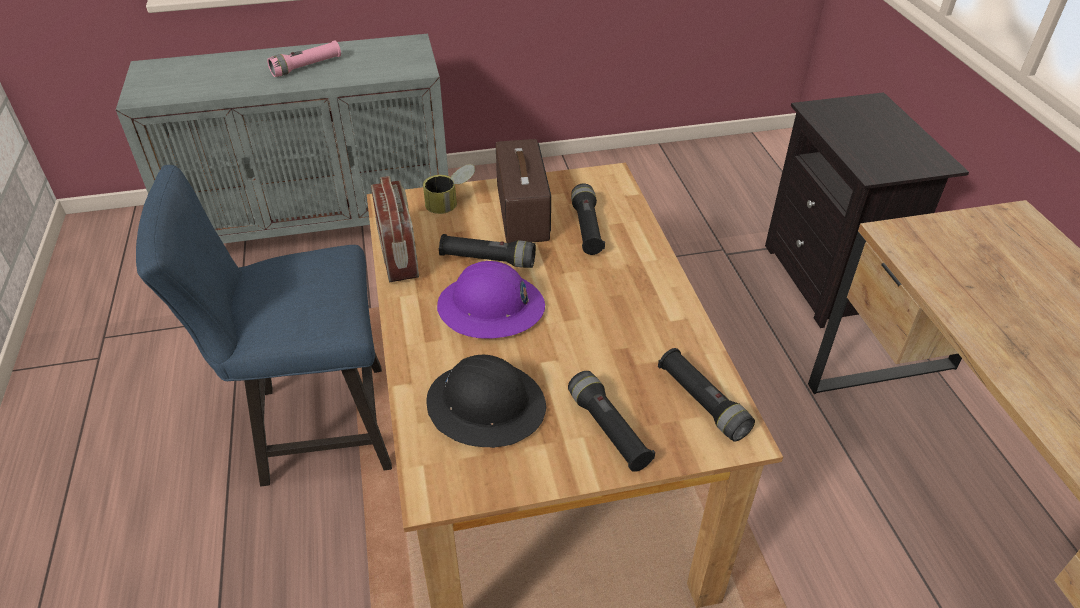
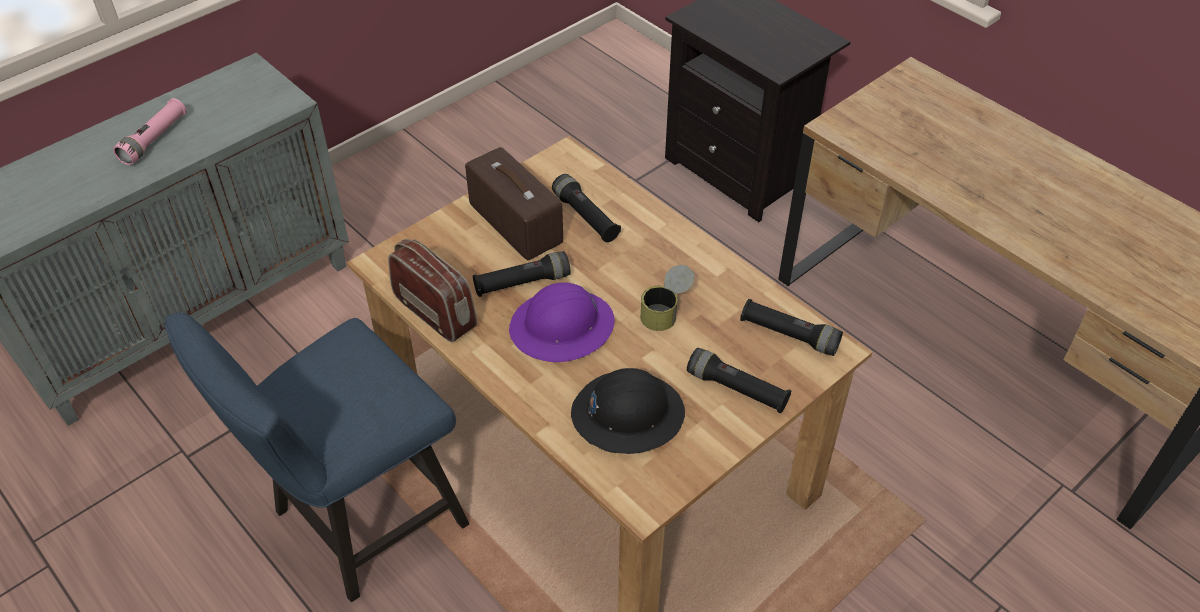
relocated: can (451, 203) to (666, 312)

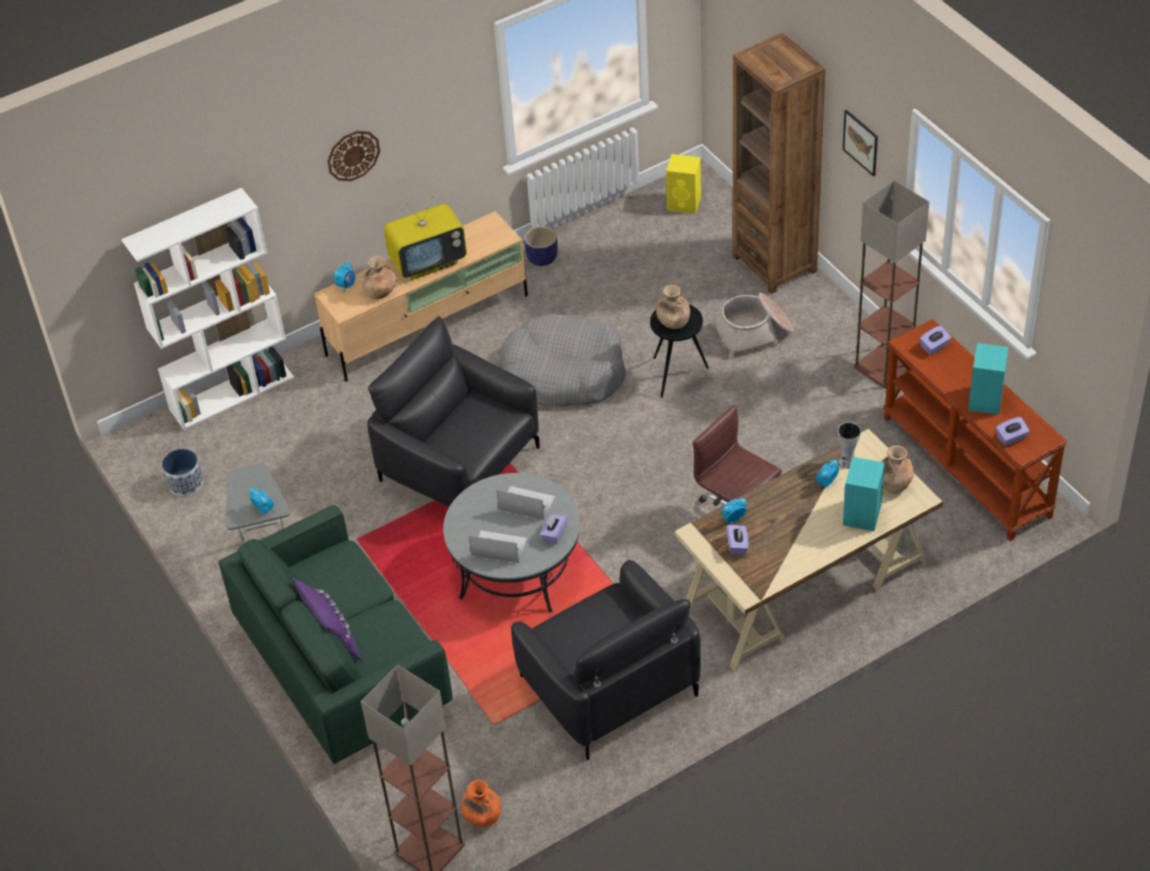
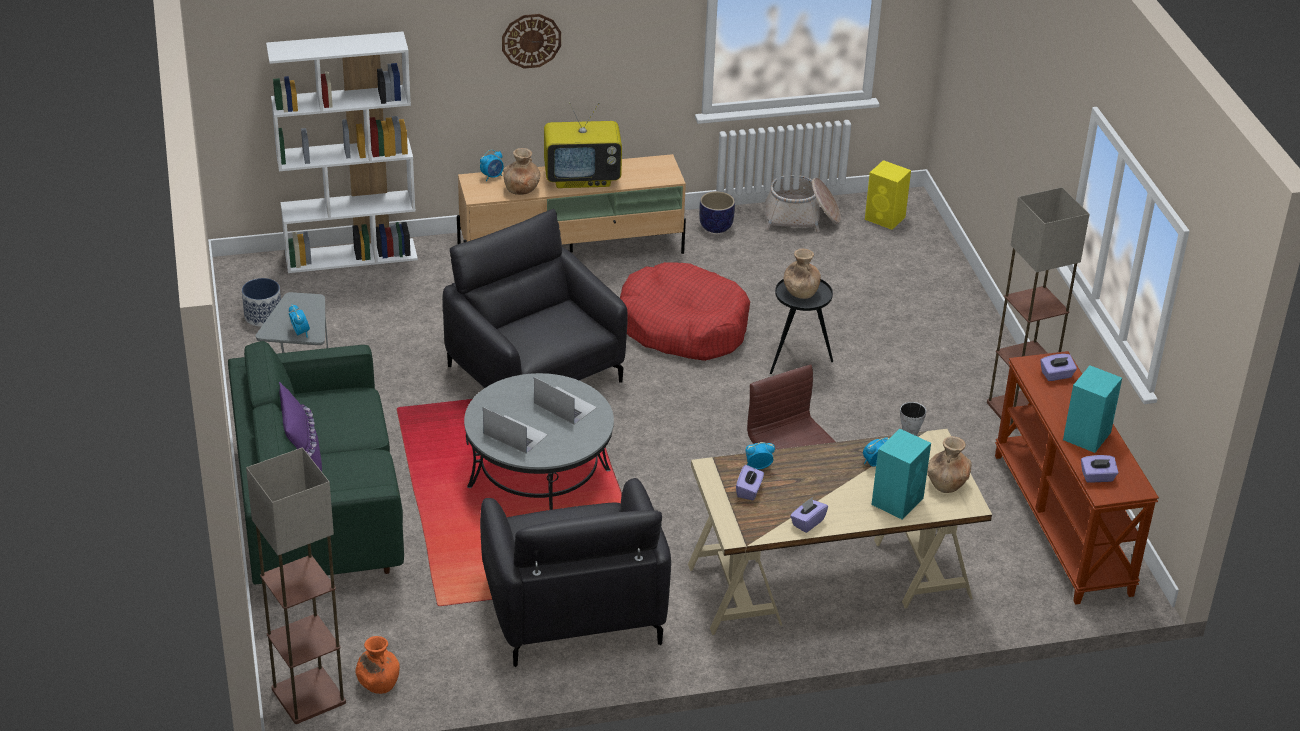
missing: brown bookcase (774, 264); picture (860, 142)
relocated: purple tissue box (554, 534) to (807, 522); basket (754, 333) to (801, 217)
colour: grey dog bed (563, 373) to red dog bed (683, 326)

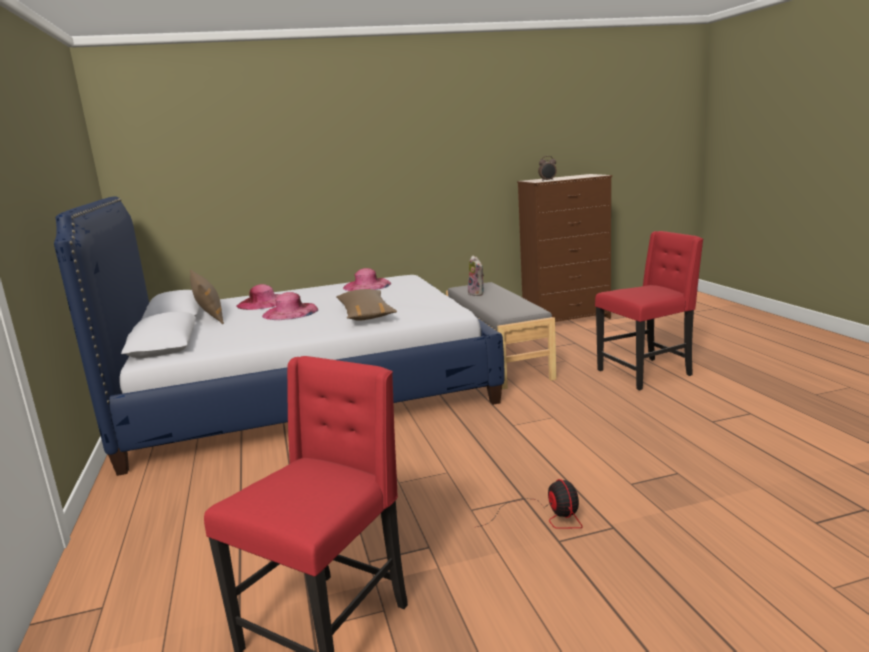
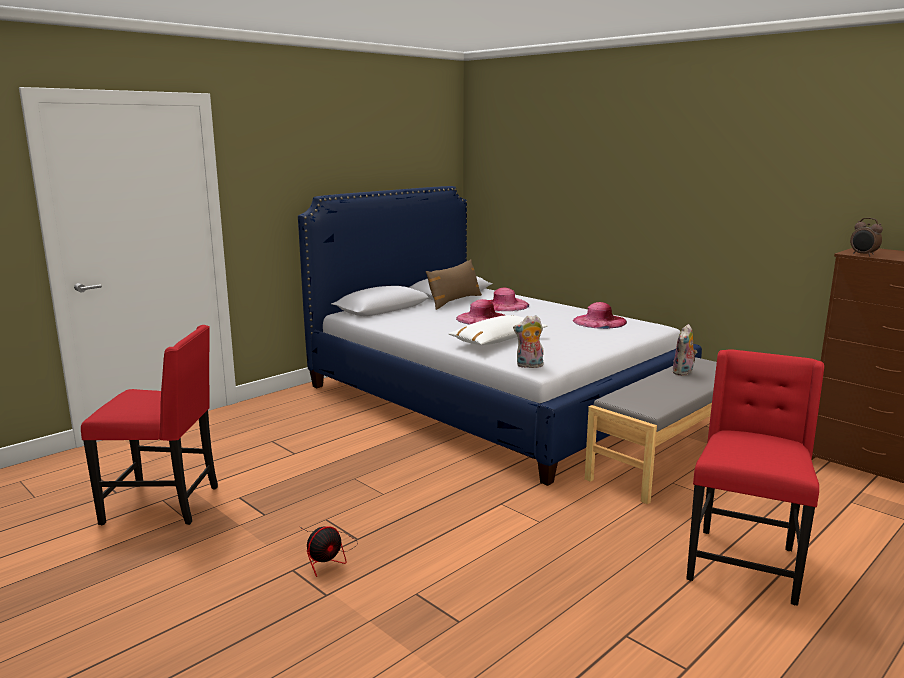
appeared: plush toy (529, 366)
colour: brown pillow (365, 314) to white pillow (497, 340)
spun: red chair (646, 373) = (743, 563) 105 degrees counterclockwise

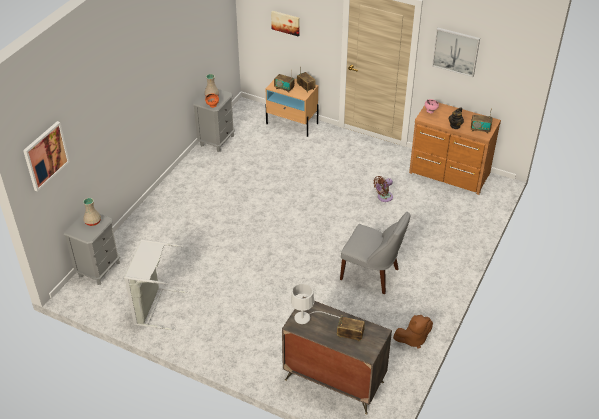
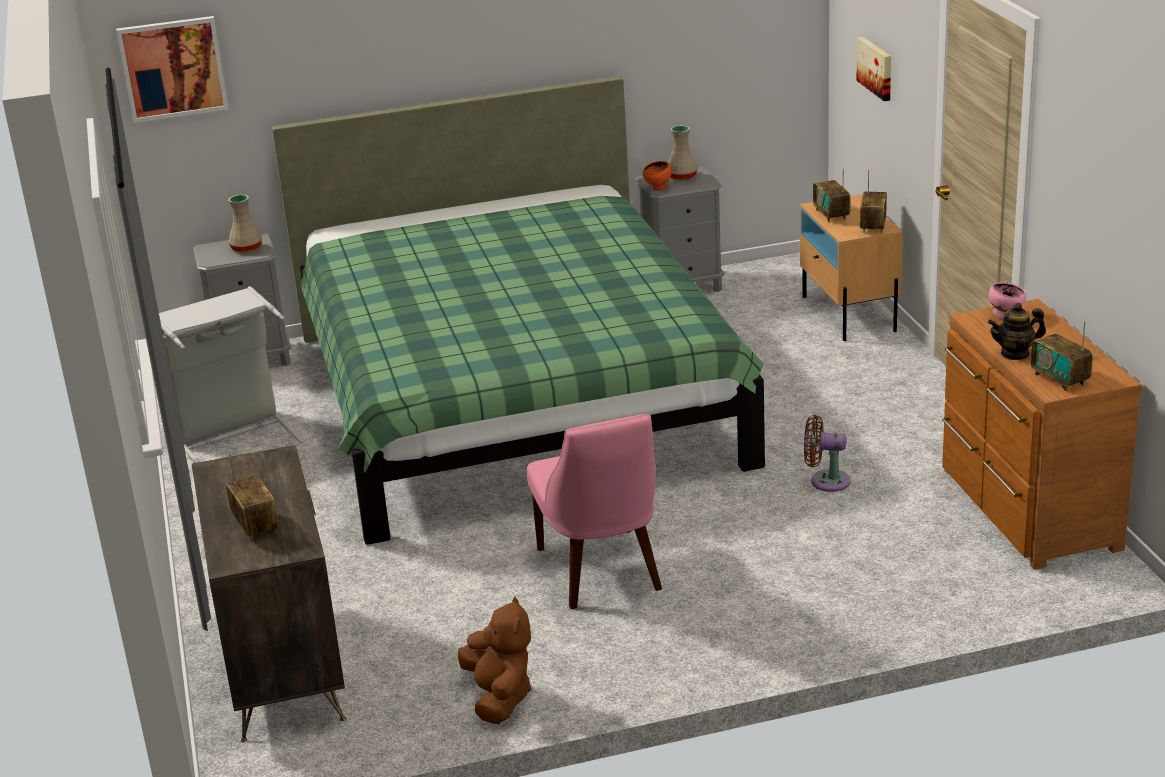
missing: white table lamp (307, 318); picture (456, 51)
appeared: green bed (513, 399)
colour: grey chair (372, 275) to pink chair (601, 572)
spun: brown plush toy (413, 339) = (499, 697) 135 degrees counterclockwise

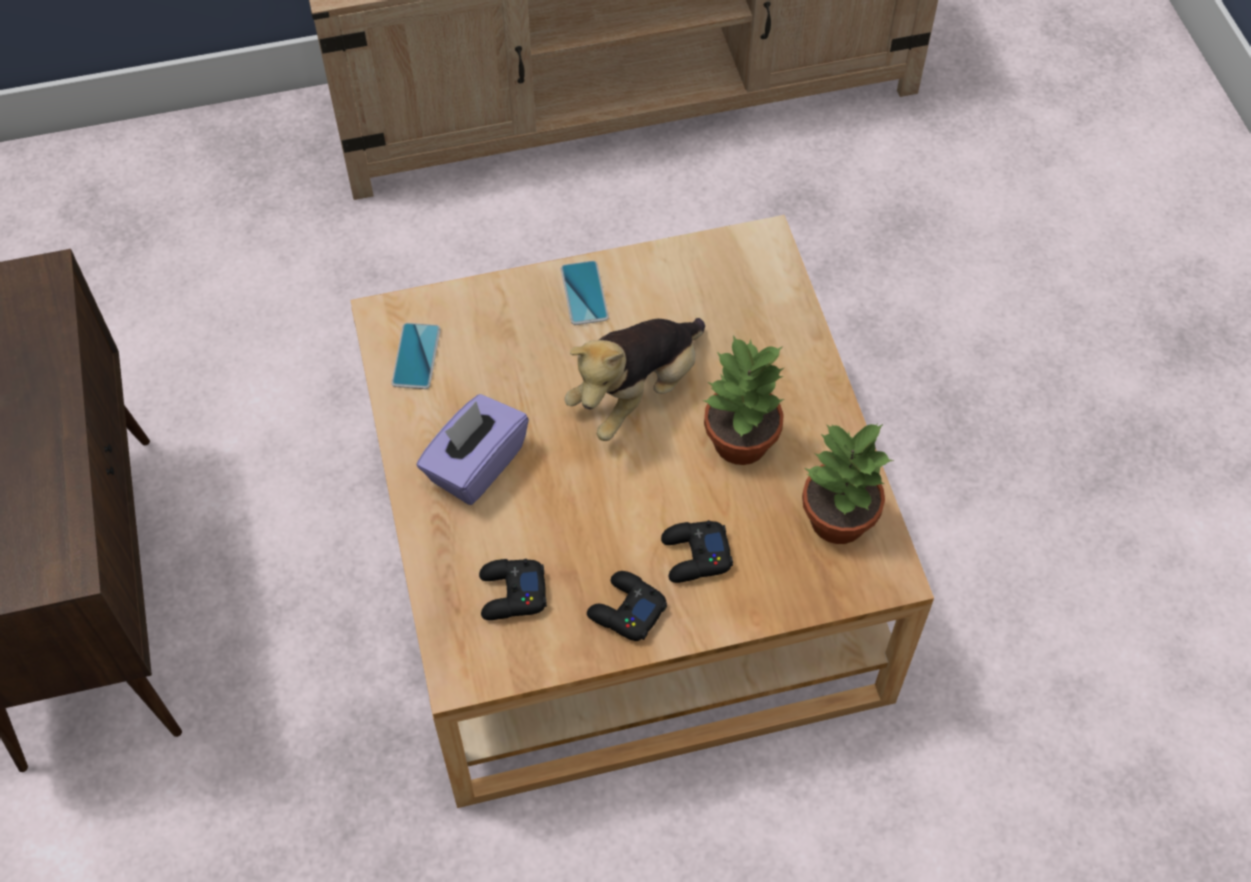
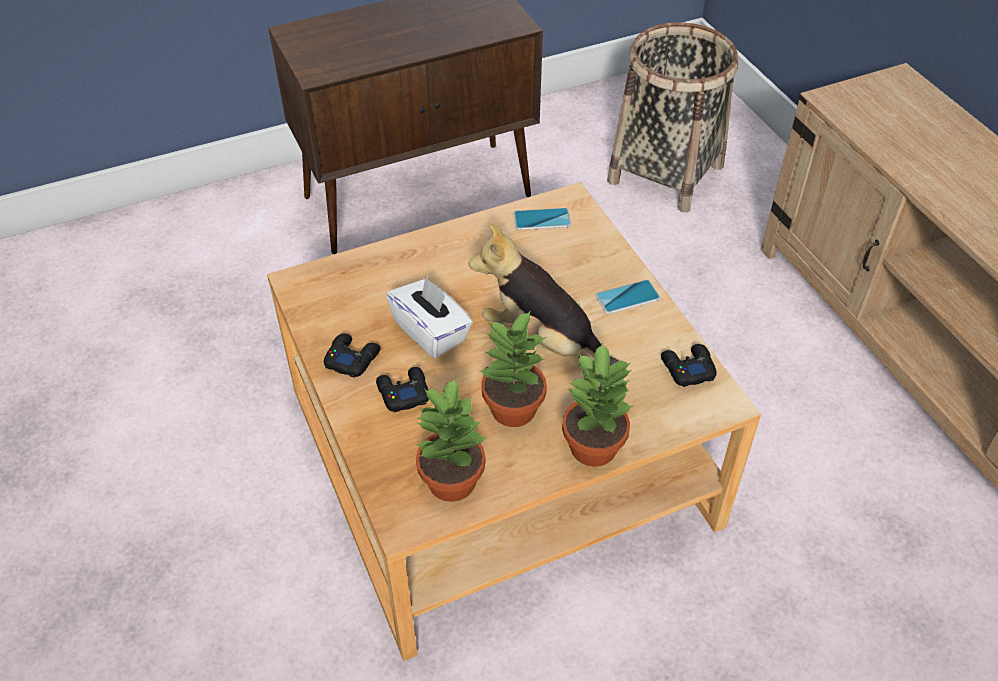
missing: purple tissue box (475, 465)
appeared: white tissue box (431, 332); potted plant (594, 447); basket (666, 173)
relocated: black game controller (511, 594) to (687, 368)

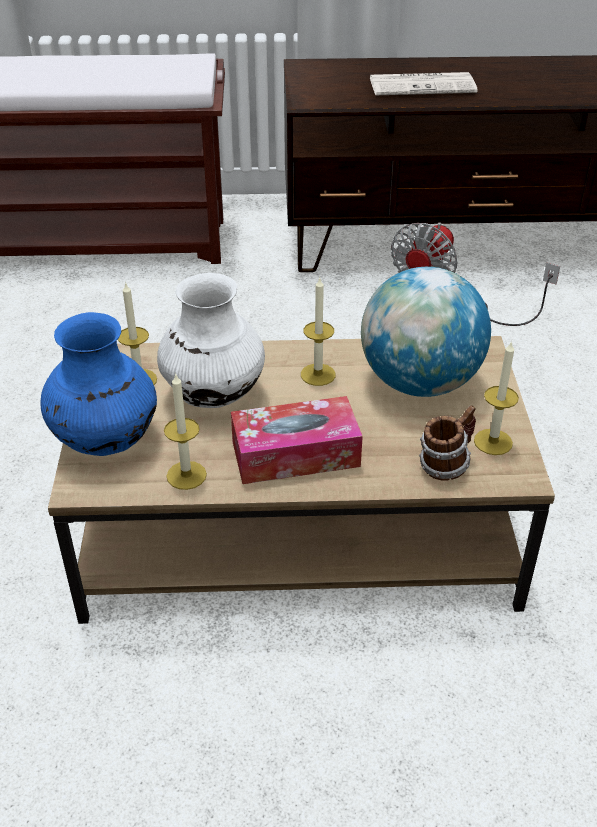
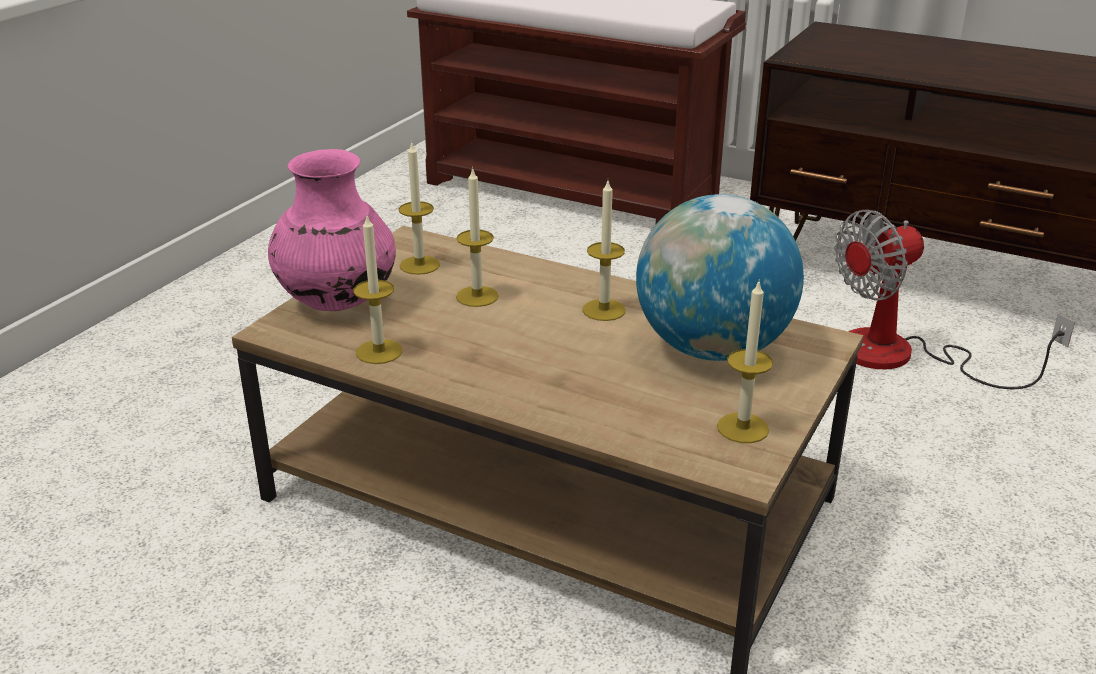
missing: tissue box (295, 454); newspaper (423, 85); mug (445, 465)
exchanged: white vase (213, 395) to candle (477, 296)
colour: blue vase (105, 440) to pink vase (337, 302)

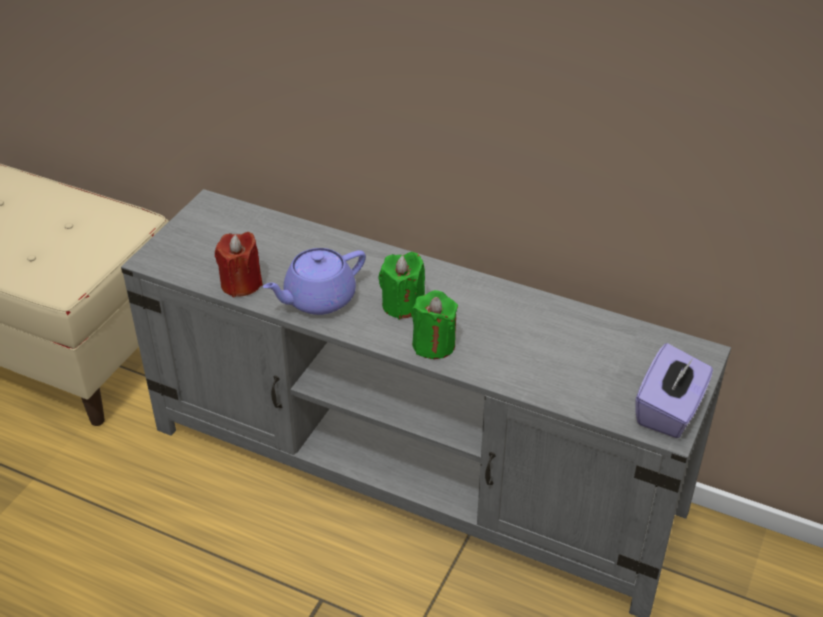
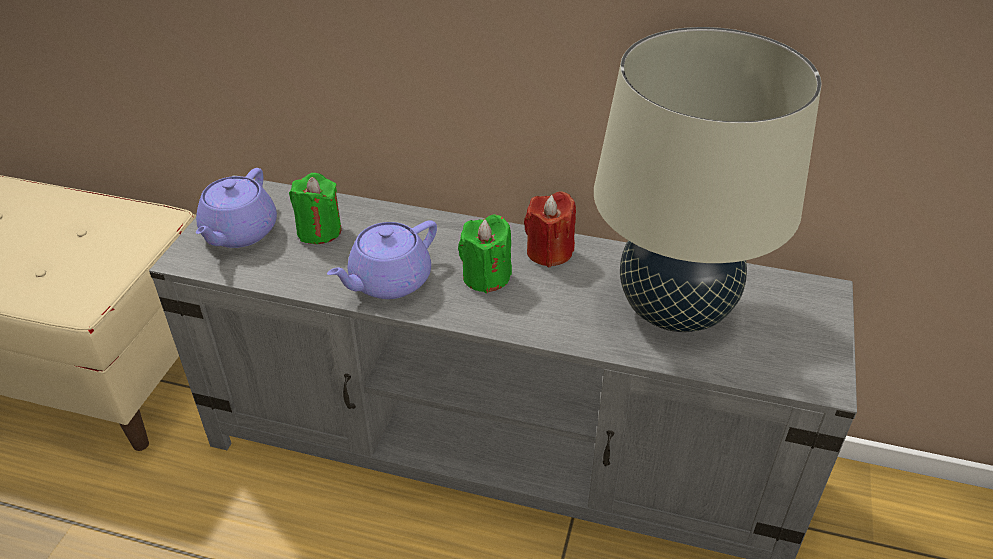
missing: purple tissue box (669, 410)
appeared: purple teapot (239, 233); beige table lamp (675, 309)
relocated: red candle (241, 284) to (549, 252); green candle (434, 345) to (319, 231)

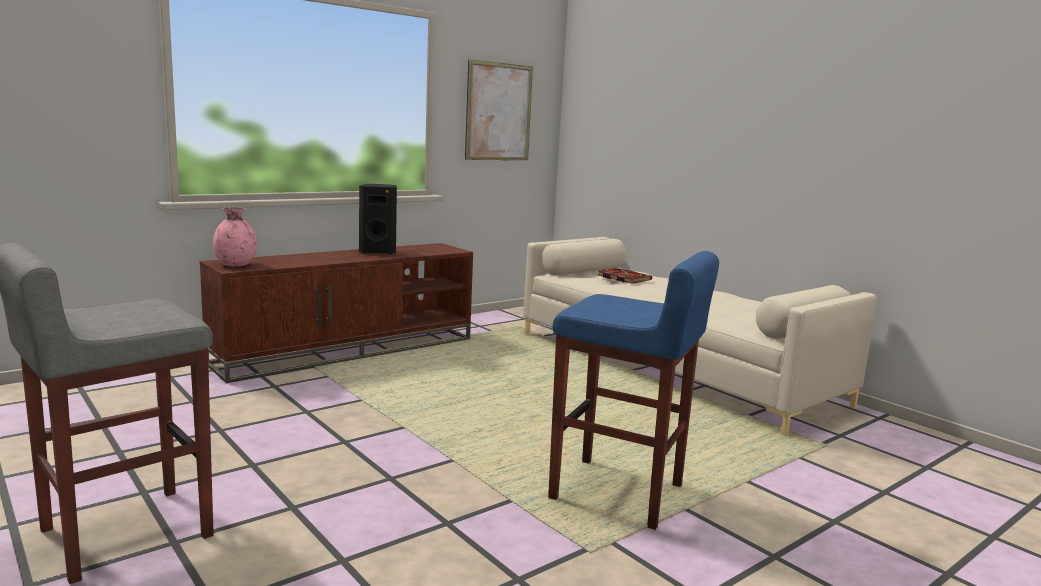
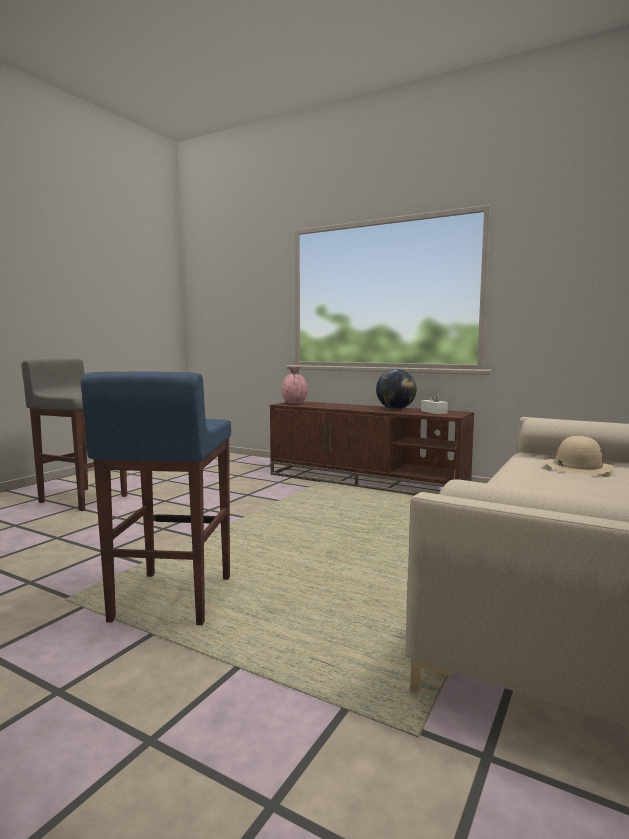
missing: picture (499, 112)
appeared: white tissue box (433, 412)
exchanged: black speaker (379, 252) to globe (395, 409); book (622, 278) to beige hat (578, 467)

